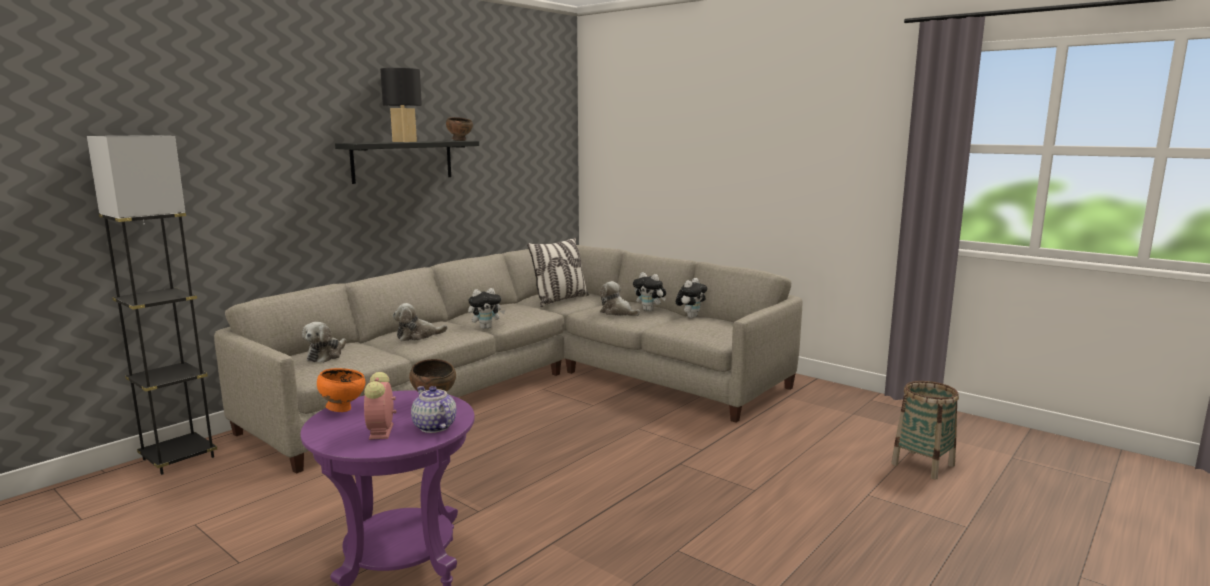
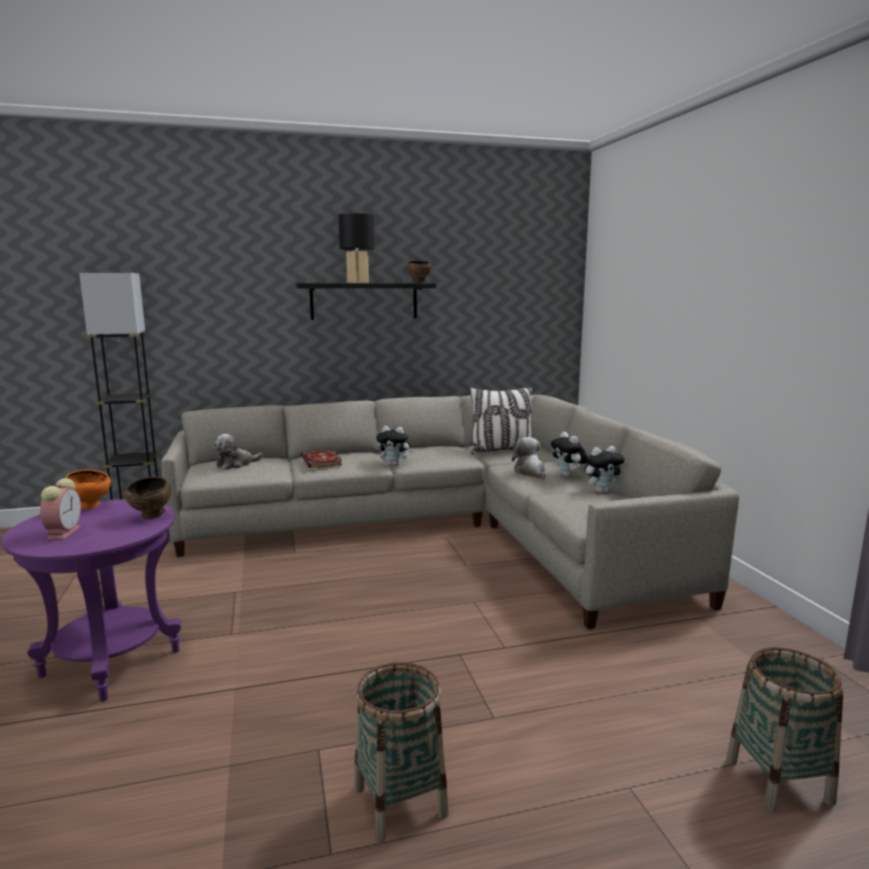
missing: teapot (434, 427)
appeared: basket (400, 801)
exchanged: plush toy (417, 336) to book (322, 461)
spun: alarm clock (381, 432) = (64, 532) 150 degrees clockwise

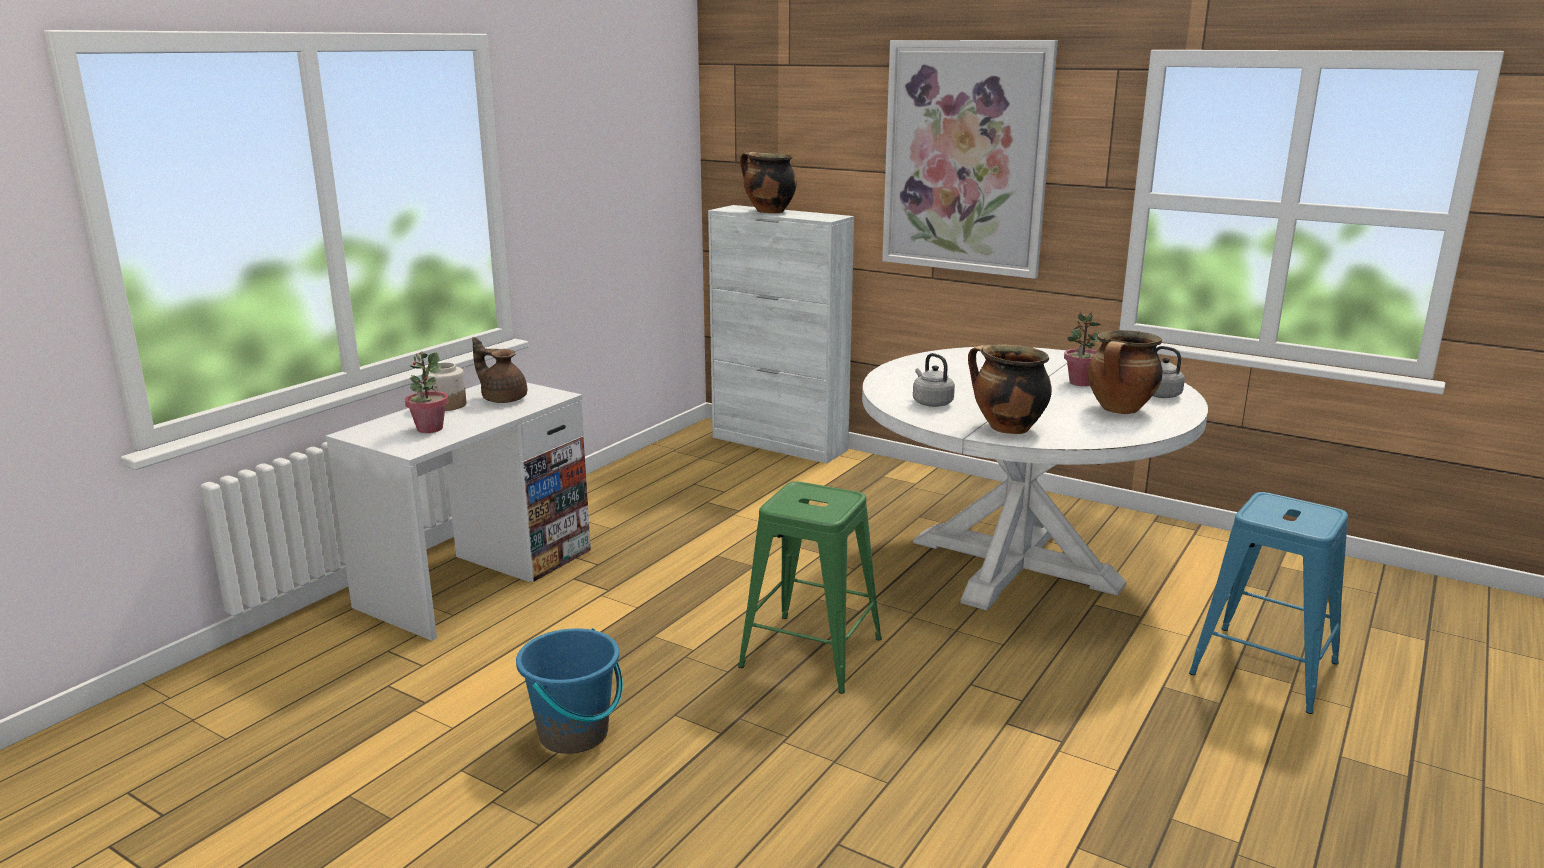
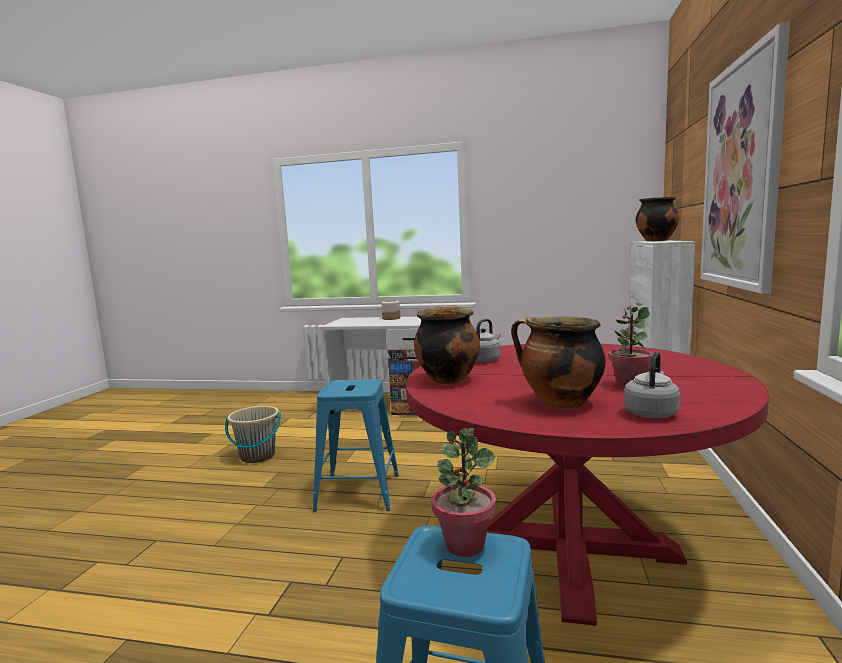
missing: brown teapot (503, 399)
relocated: potted plant (429, 428) to (465, 545)
colour: blue bucket (574, 734) to beige bucket (257, 456); green stool (812, 652) to blue stool (358, 492); white dining table (1015, 562) to red dining table (569, 547)

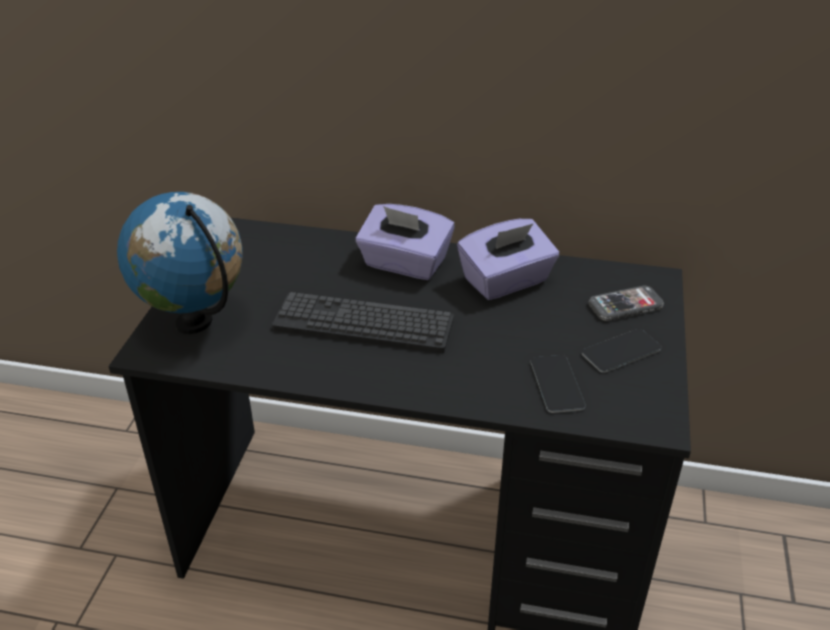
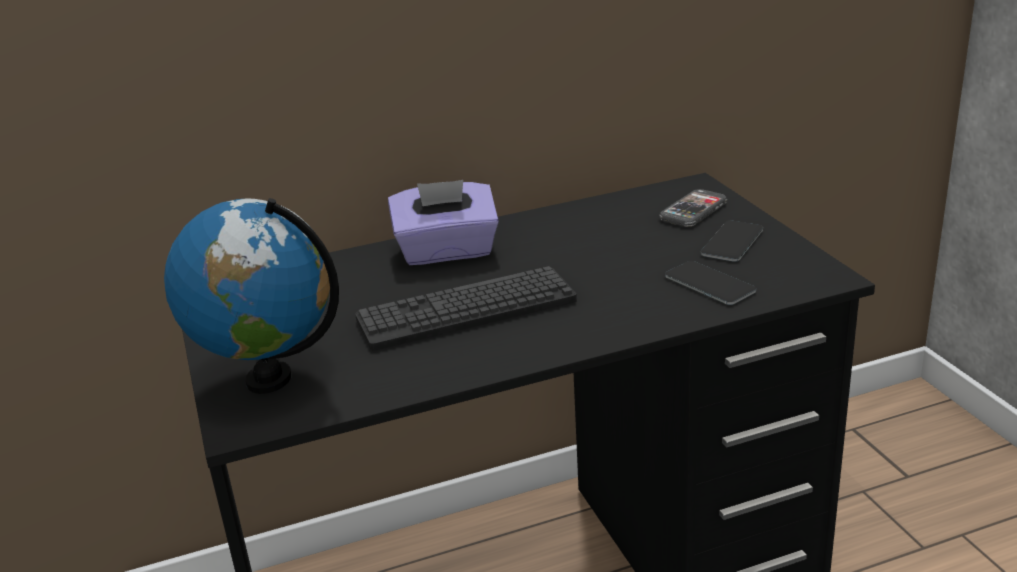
missing: purple tissue box (506, 281)

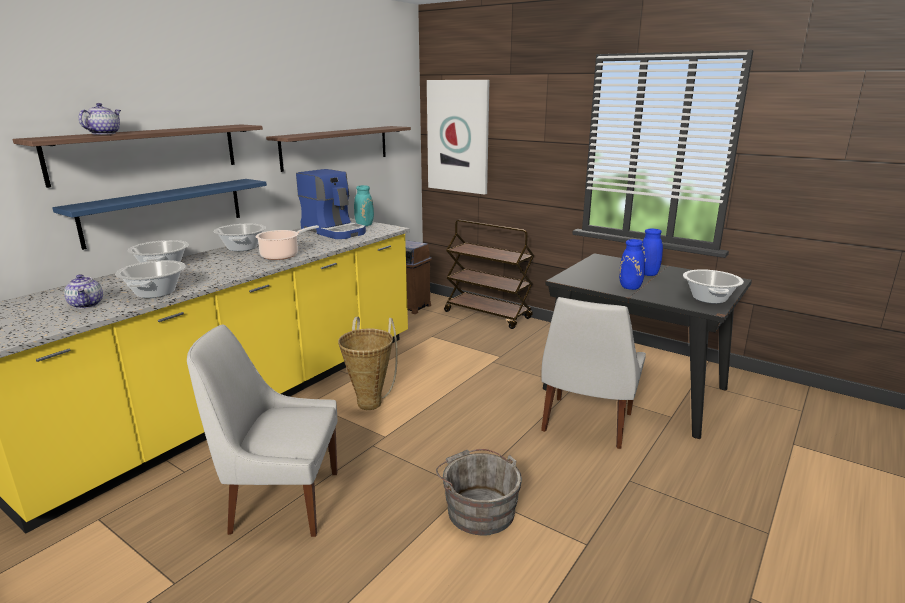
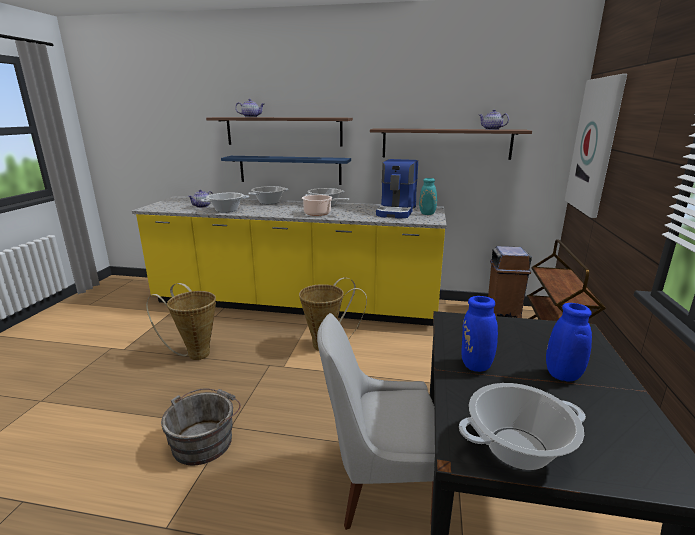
appeared: teapot (491, 129)
exchanged: white chair (280, 501) to basket (195, 353)

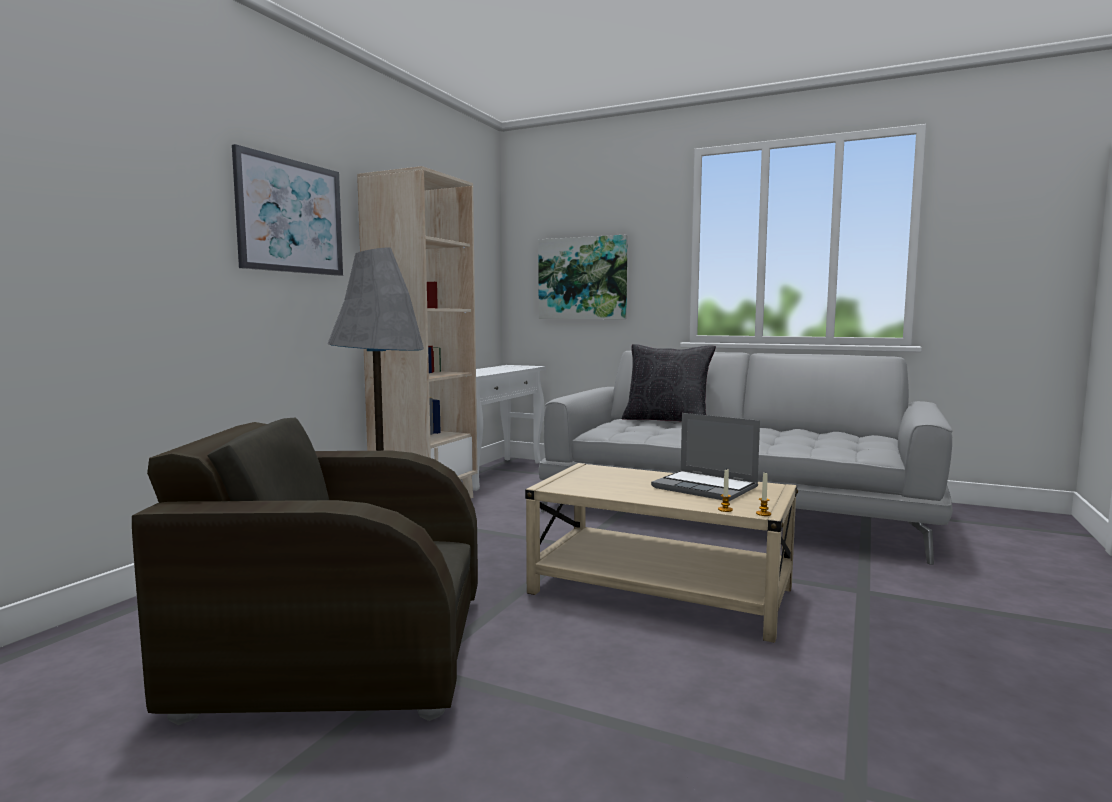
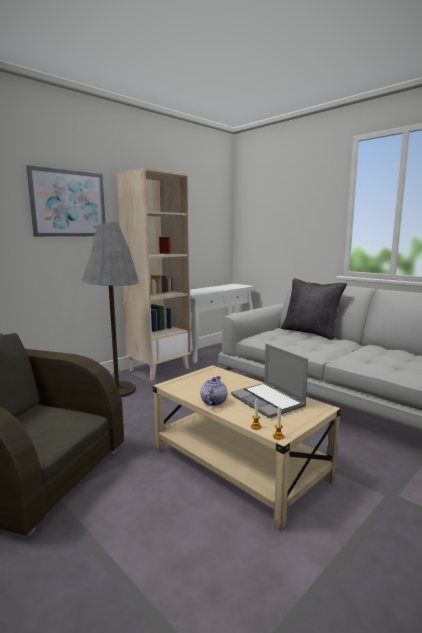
missing: picture (582, 278)
appeared: teapot (213, 402)

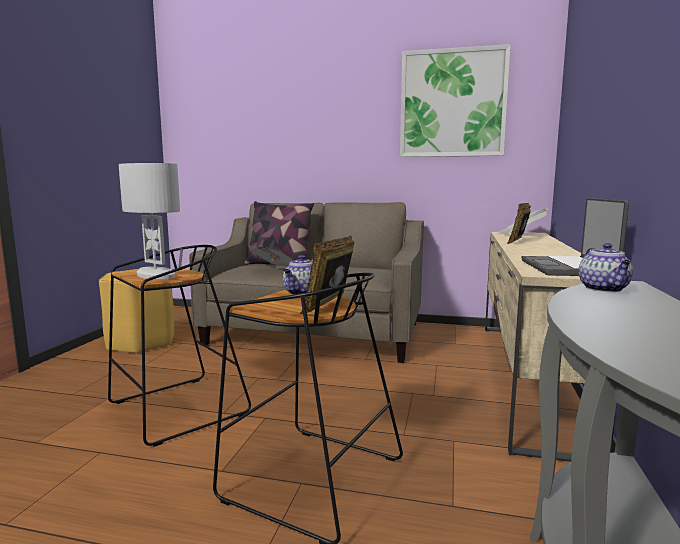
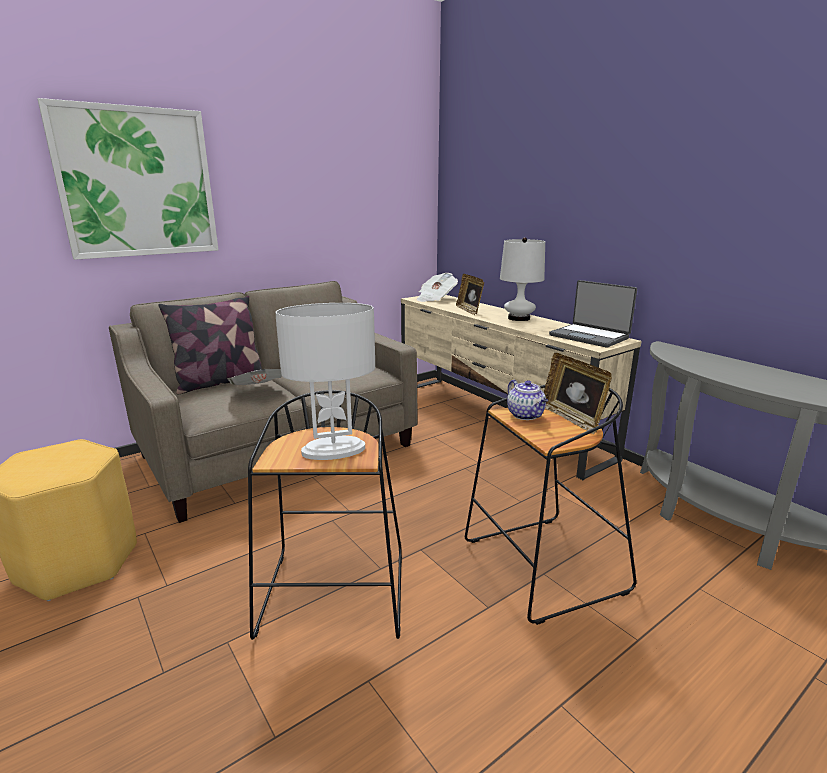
missing: teapot (604, 289)
appeared: white table lamp (519, 318)
relocated: picture (452, 103) to (137, 183)

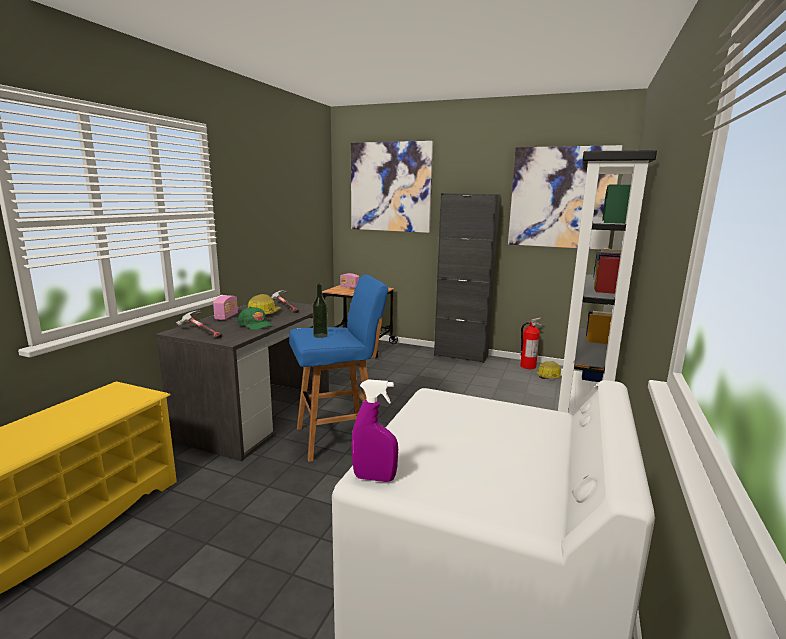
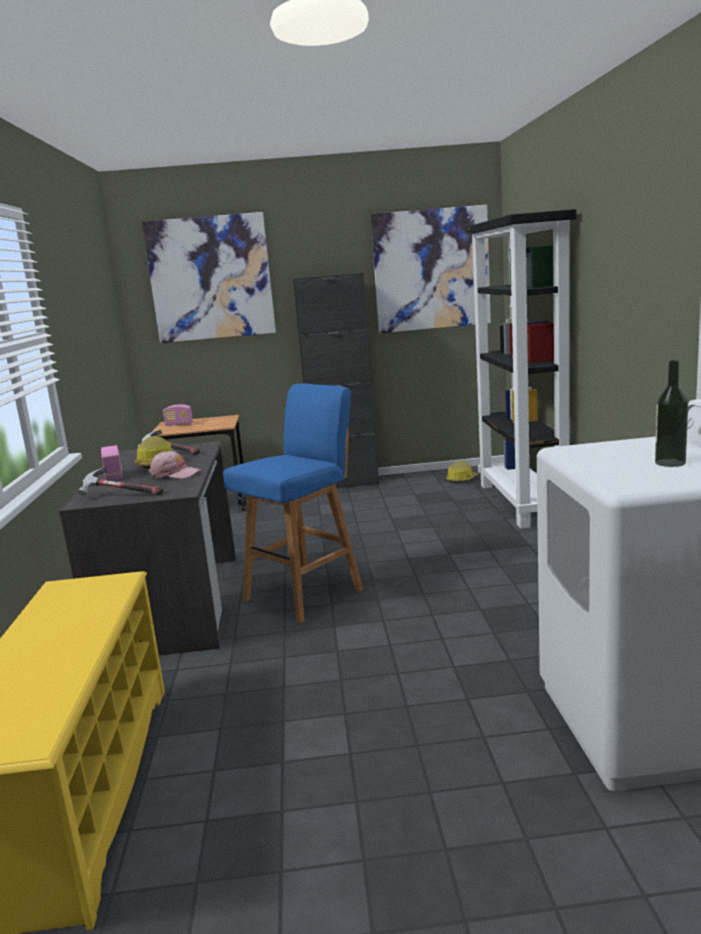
missing: purple spray bottle (374, 478); fire extinguisher (527, 366)
relocated: bottle (320, 335) to (670, 463)
colour: green cap (256, 325) to pink cap (175, 474)

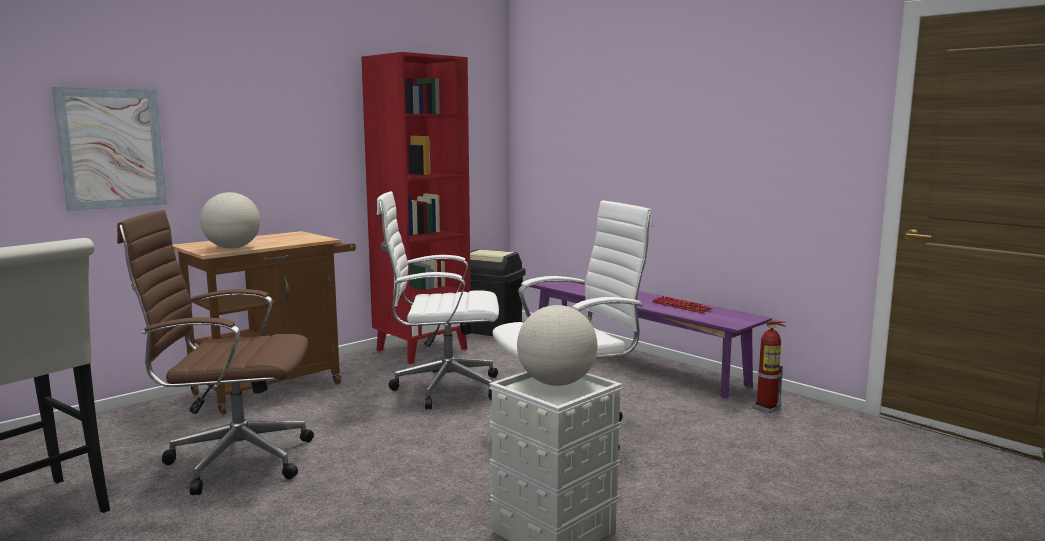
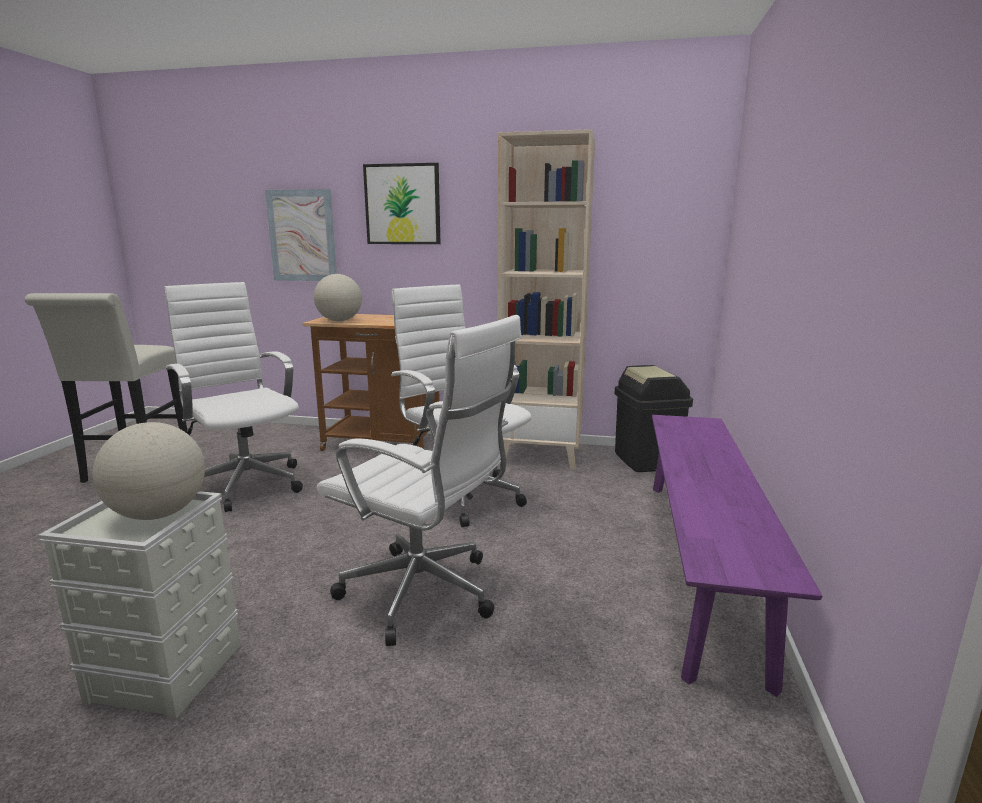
missing: keyboard (681, 306); fire extinguisher (766, 408)
appeared: picture (402, 204)
colour: brown office chair (232, 461) to white office chair (246, 483); red bookcase (422, 349) to beige bookcase (541, 455)

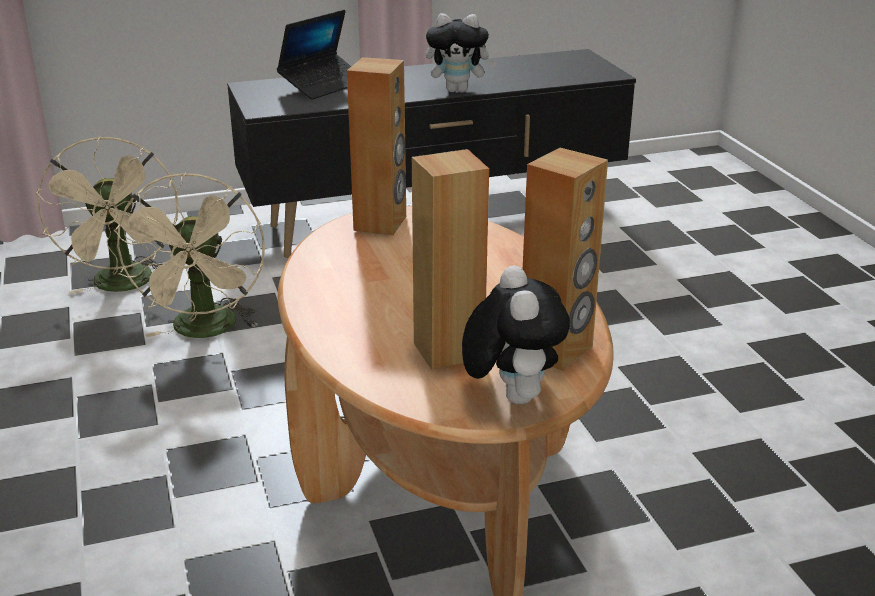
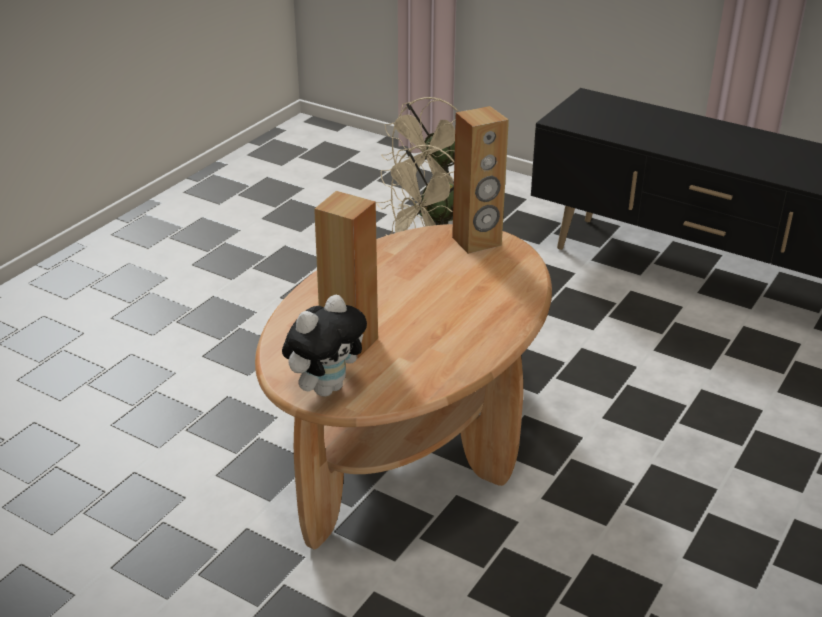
missing: laptop (324, 85); plush toy (459, 90); brown speaker (556, 350)

